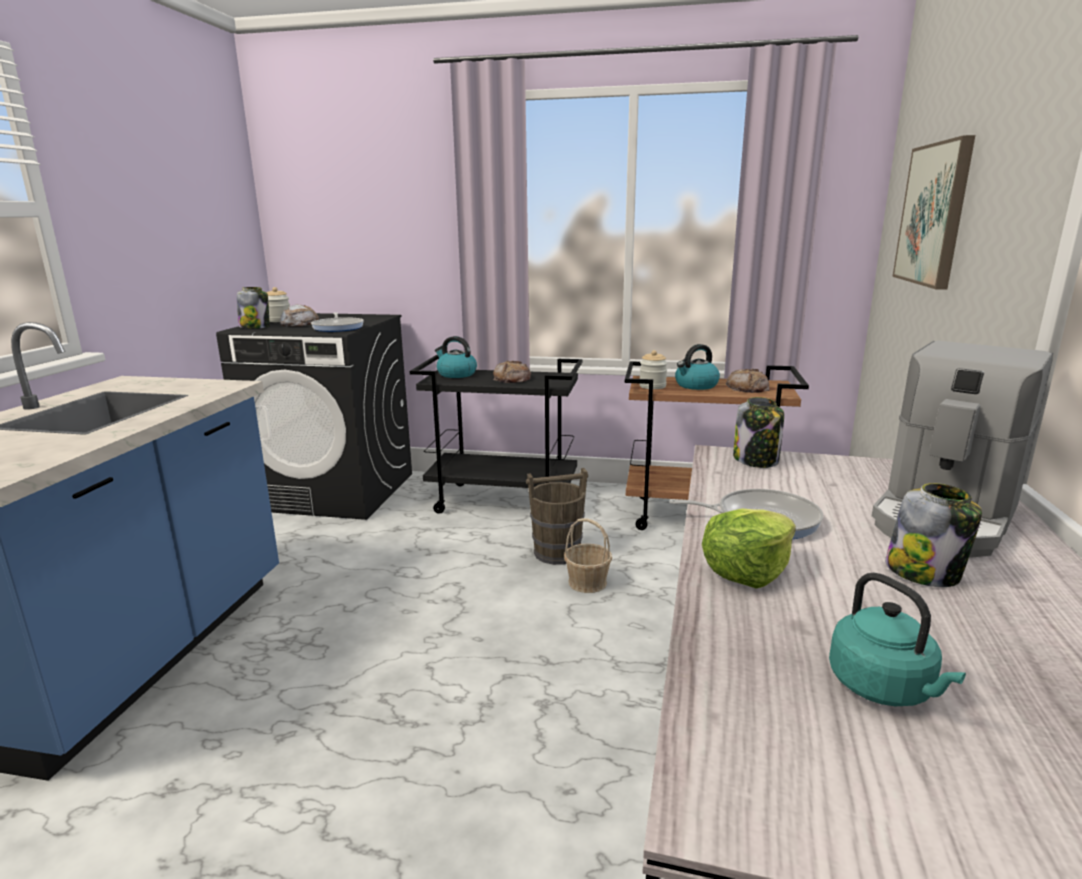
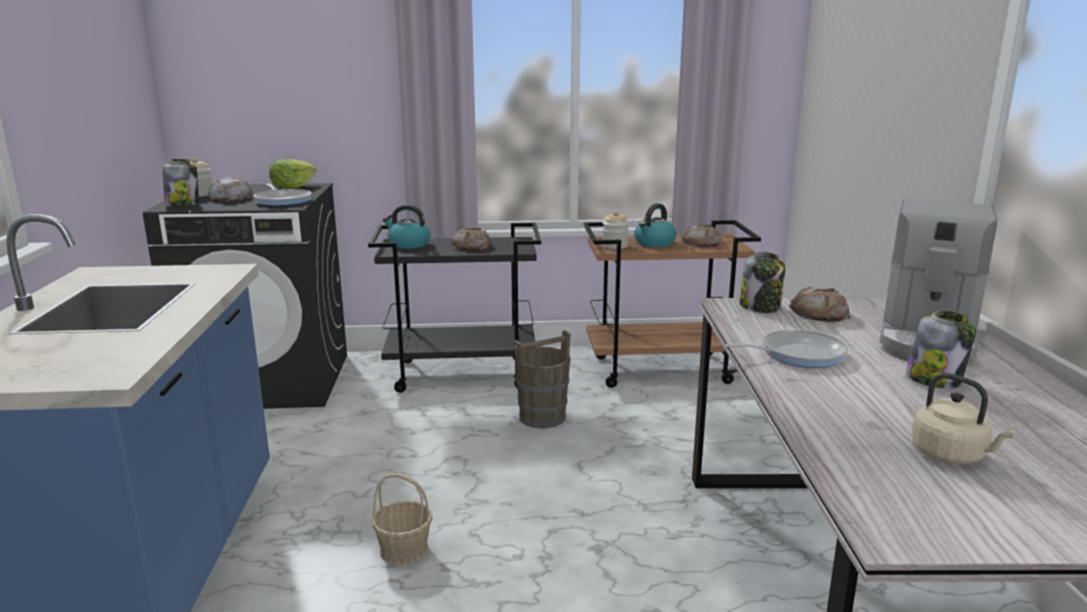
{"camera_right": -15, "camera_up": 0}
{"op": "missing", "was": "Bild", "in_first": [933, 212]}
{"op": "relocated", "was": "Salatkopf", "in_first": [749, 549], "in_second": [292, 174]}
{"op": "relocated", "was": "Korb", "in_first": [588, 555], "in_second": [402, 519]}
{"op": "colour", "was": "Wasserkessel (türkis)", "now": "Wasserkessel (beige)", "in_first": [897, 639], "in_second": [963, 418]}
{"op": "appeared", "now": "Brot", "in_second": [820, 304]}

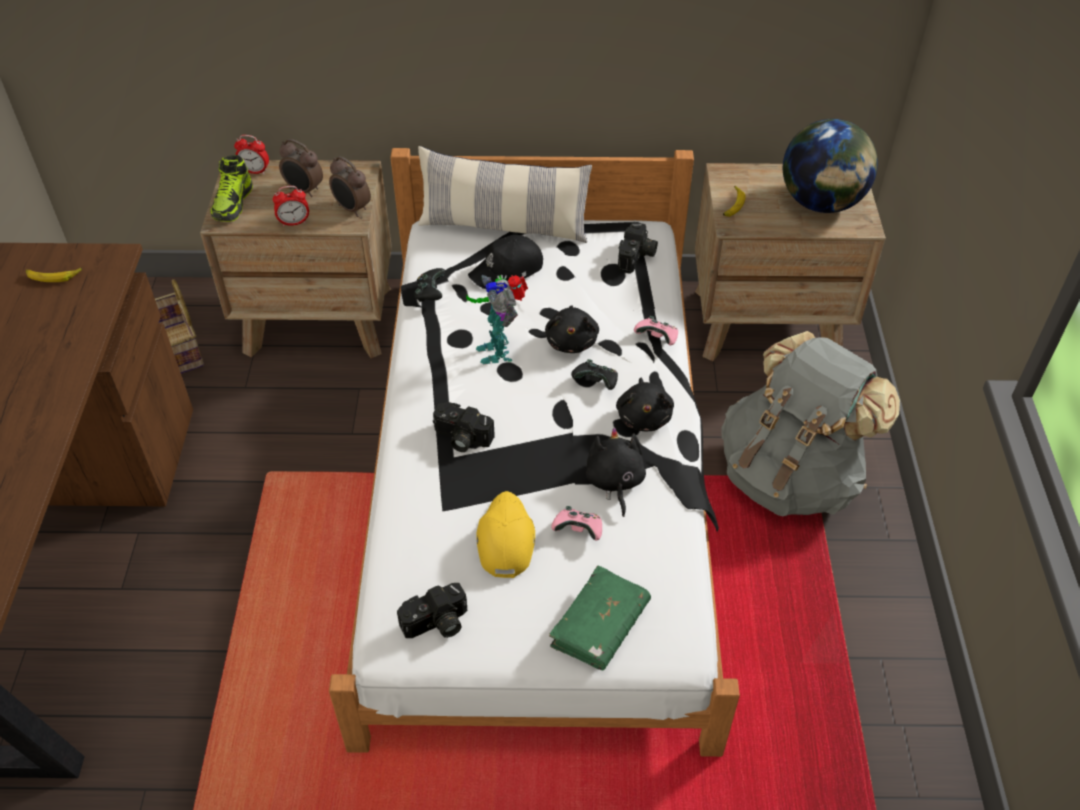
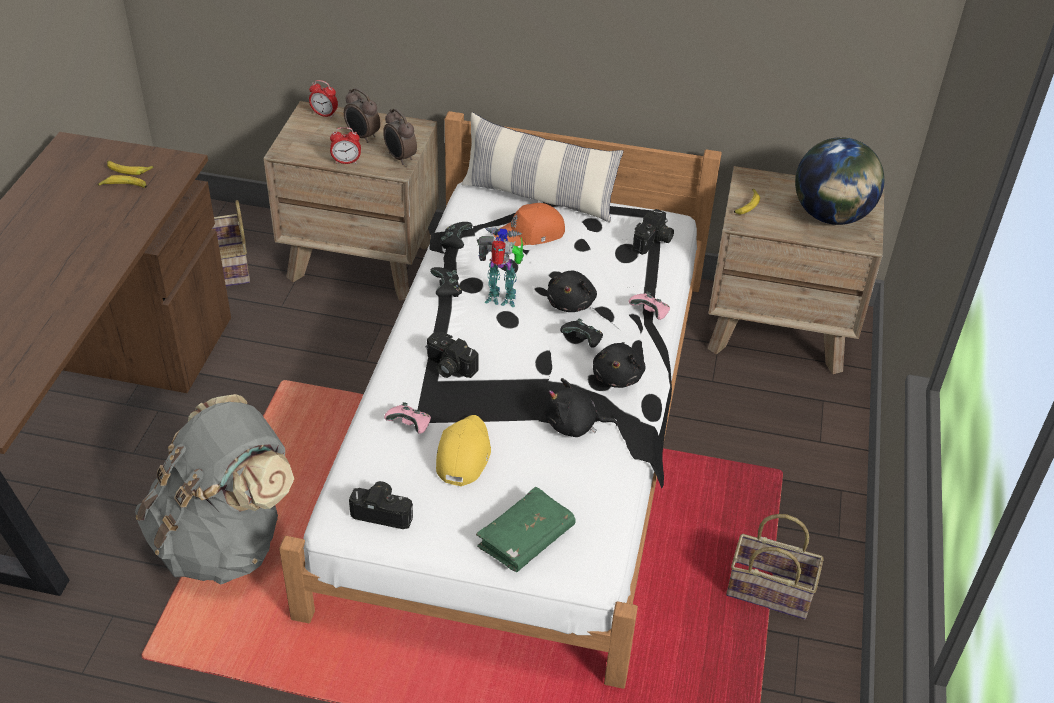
{"camera_right": 10, "camera_up": -5}
{"op": "missing", "was": "Schuh", "in_first": [231, 188]}
{"op": "colour", "was": "Kappe (schwarz)", "now": "Kappe (orange)", "in_first": [505, 262], "in_second": [529, 224]}
{"op": "spun", "was": "Spielzeugroboter", "in_first": [497, 319], "in_second": [501, 267], "clockwise": 105}
{"op": "relocated", "was": "Rucksack (grau)", "in_first": [810, 423], "in_second": [214, 489]}
{"op": "spun", "was": "Plüschtier (schwarz)", "in_first": [616, 472], "in_second": [581, 407], "clockwise": -90}
{"op": "relocated", "was": "Gamepad (rosa)", "in_first": [576, 523], "in_second": [407, 418]}
{"op": "spun", "was": "Kamera", "in_first": [432, 610], "in_second": [381, 505], "clockwise": -150}
{"op": "appeared", "now": "Banane", "in_second": [122, 181]}
{"op": "appeared", "now": "Gamepad (schwarz)", "in_second": [446, 282]}
{"op": "appeared", "now": "Korb", "in_second": [775, 566]}

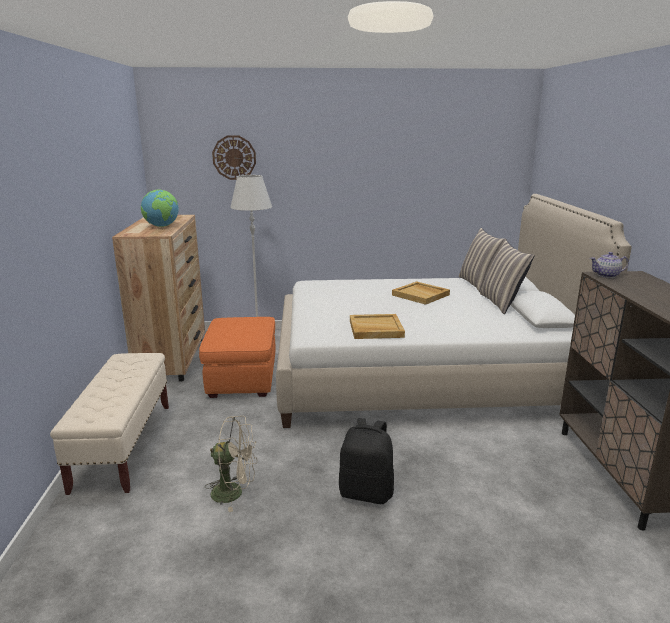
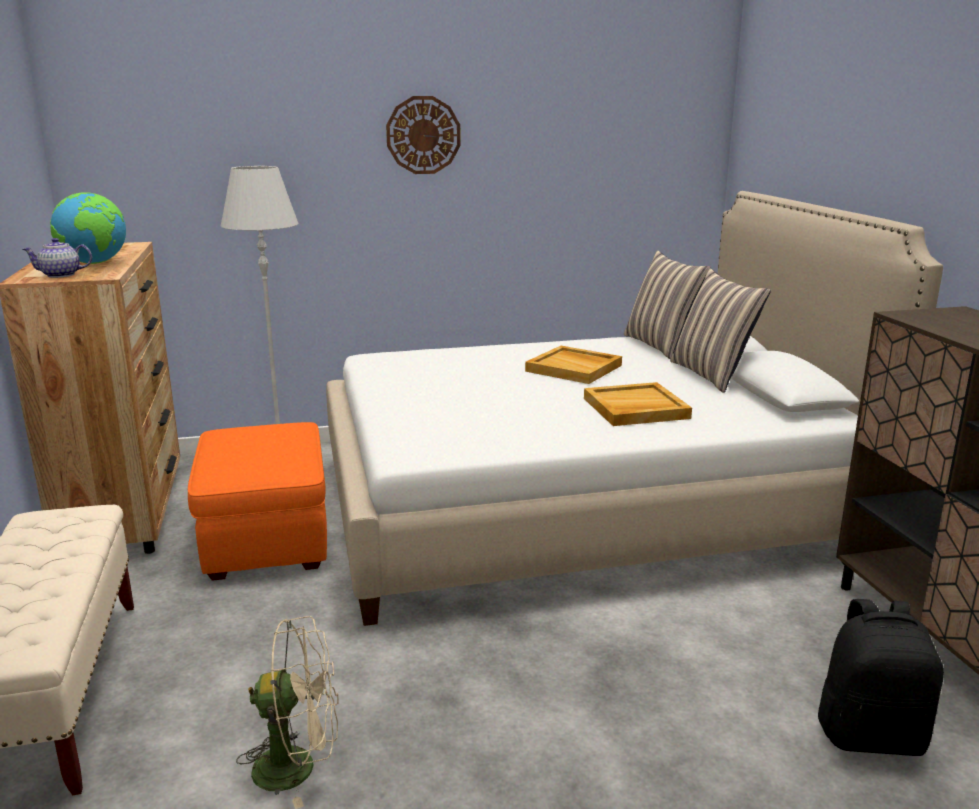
{"camera_right": -10, "camera_up": 0}
{"op": "relocated", "was": "Wanduhr", "in_first": [234, 157], "in_second": [423, 135]}
{"op": "relocated", "was": "Teekanne", "in_first": [609, 265], "in_second": [57, 258]}
{"op": "relocated", "was": "Tablett (beige)", "in_first": [377, 326], "in_second": [638, 404]}
{"op": "relocated", "was": "Rucksack (schwarz)", "in_first": [366, 461], "in_second": [881, 677]}

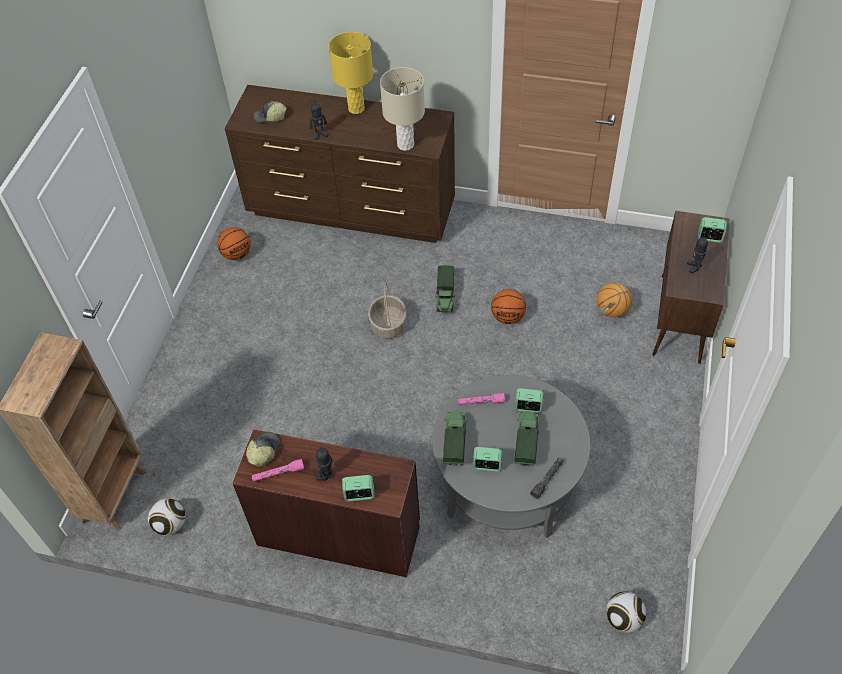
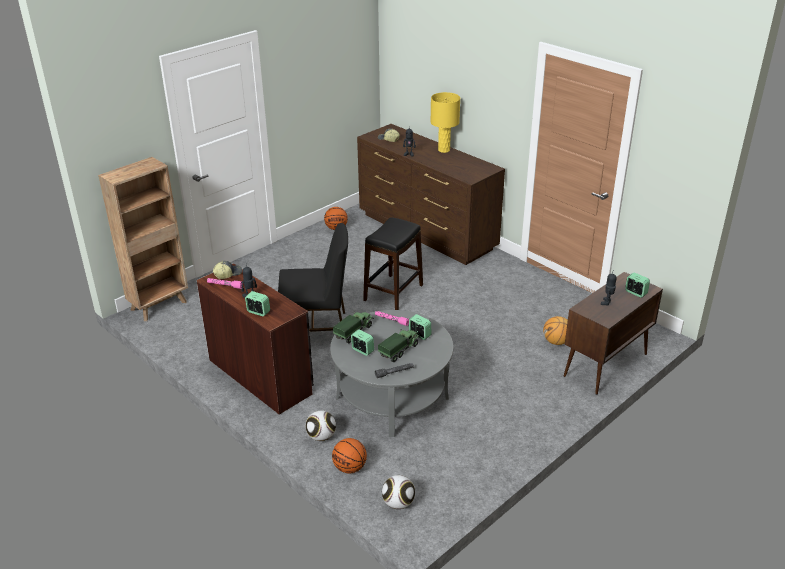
{"camera_right": 30, "camera_up": -20}
{"op": "missing", "was": "Tischlampe (beige)", "in_first": [402, 109]}
{"op": "missing", "was": "Spielzeuglaster", "in_first": [444, 288]}
{"op": "exchanged", "was": "Korb", "now": "Hocker (schwarz)", "in_first": [387, 311], "in_second": [393, 263]}
{"op": "relocated", "was": "Basketball", "in_first": [508, 306], "in_second": [349, 455]}
{"op": "relocated", "was": "Fußball", "in_first": [167, 517], "in_second": [321, 425]}
{"op": "appeared", "now": "Stuhl (schwarz)", "in_second": [313, 277]}

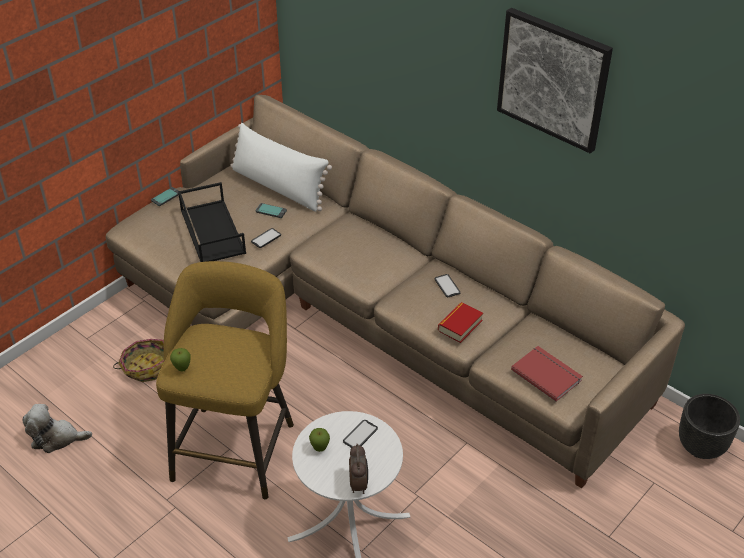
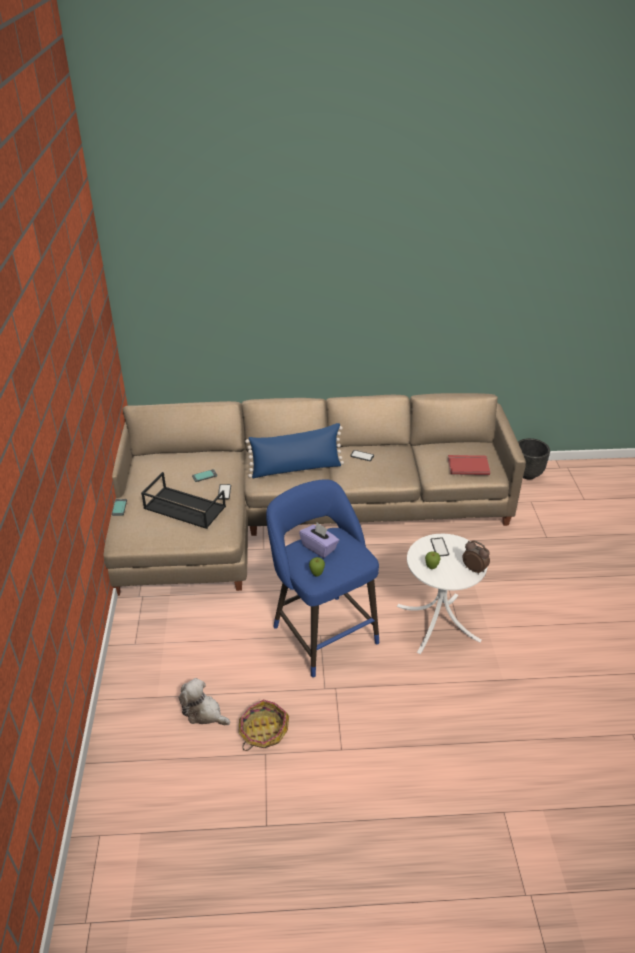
{"camera_right": -45, "camera_up": -5}
{"op": "missing", "was": "Bild", "in_first": [555, 80]}
{"op": "missing", "was": "Kissen (weiß)", "in_first": [281, 167]}
{"op": "colour", "was": "Hocker (gelb)", "now": "Hocker (blau)", "in_first": [225, 380], "in_second": [322, 578]}
{"op": "missing", "was": "Buch", "in_first": [460, 322]}
{"op": "relocated", "was": "Korb", "in_first": [138, 360], "in_second": [263, 725]}
{"op": "spun", "was": "Plüschtier", "in_first": [57, 428], "in_second": [204, 701], "clockwise": 75}
{"op": "appeared", "now": "Kissen (blau)", "in_second": [294, 450]}
{"op": "appeared", "now": "Taschentuchbox (lila)", "in_second": [319, 540]}

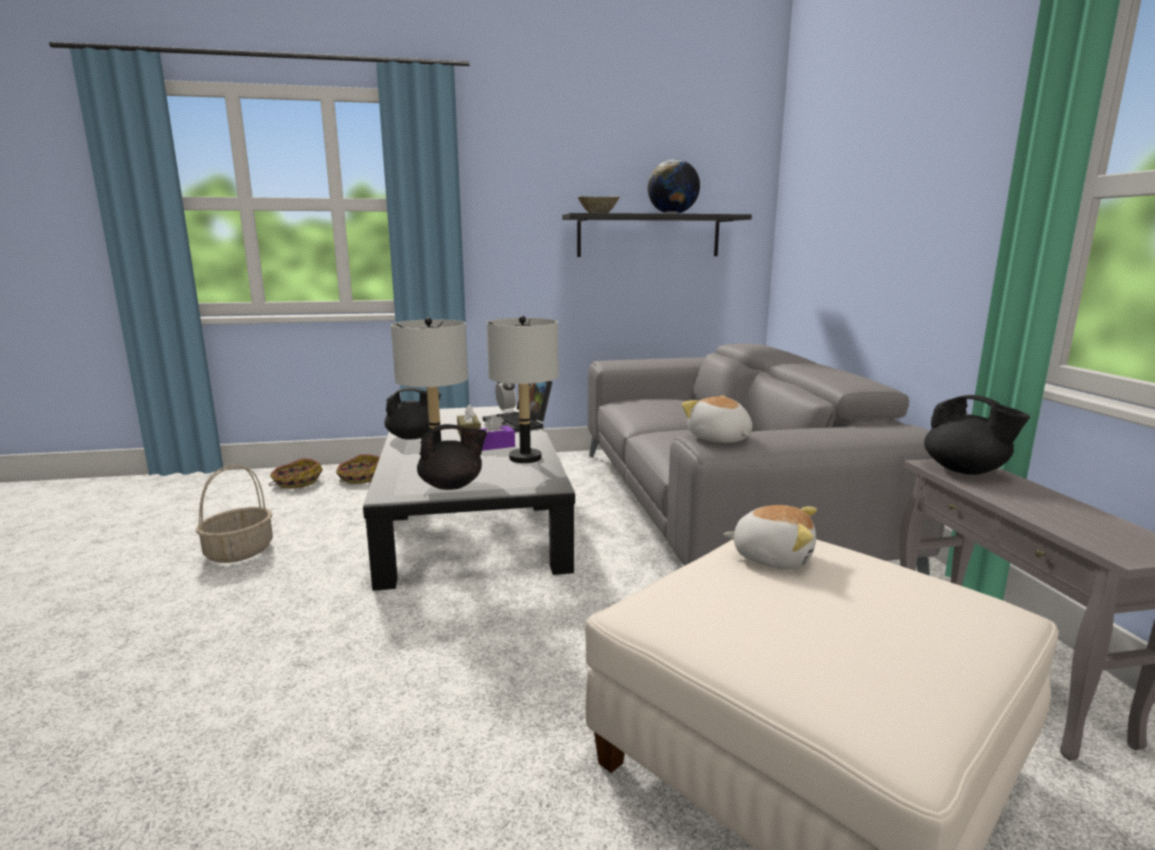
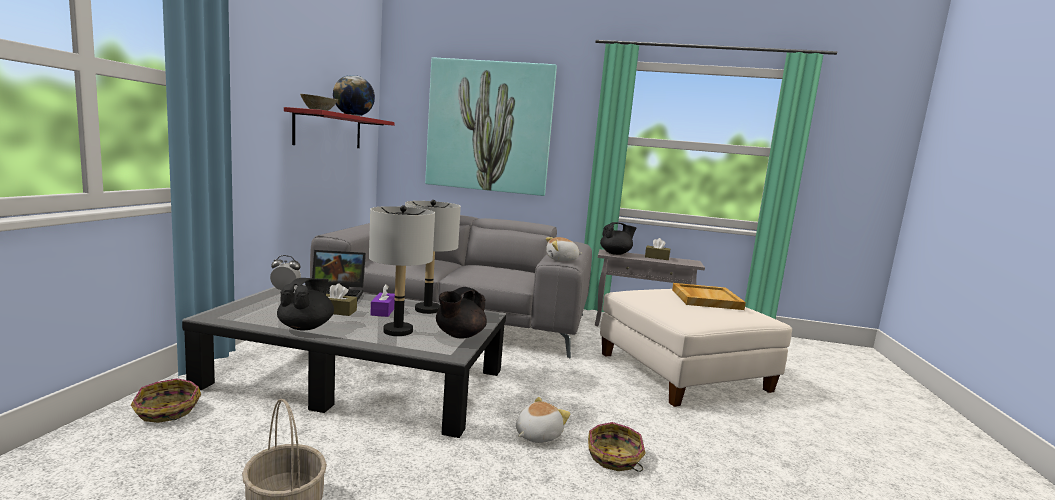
{"camera_right": -70, "camera_up": -5}
{"op": "colour", "was": "Wandregal (schwarz)", "now": "Wandregal (rot)", "in_first": [657, 235], "in_second": [339, 127]}
{"op": "spun", "was": "Teekanne (schwarz)", "in_first": [452, 457], "in_second": [461, 313], "clockwise": -150}
{"op": "relocated", "was": "Korb", "in_first": [296, 473], "in_second": [617, 447]}
{"op": "relocated", "was": "Plüschtier", "in_first": [770, 537], "in_second": [543, 420]}
{"op": "appeared", "now": "Bild", "in_second": [491, 126]}
{"op": "appeared", "now": "Taschentuchbox (braun)", "in_second": [657, 249]}
{"op": "appeared", "now": "Tablett (beige)", "in_second": [709, 296]}

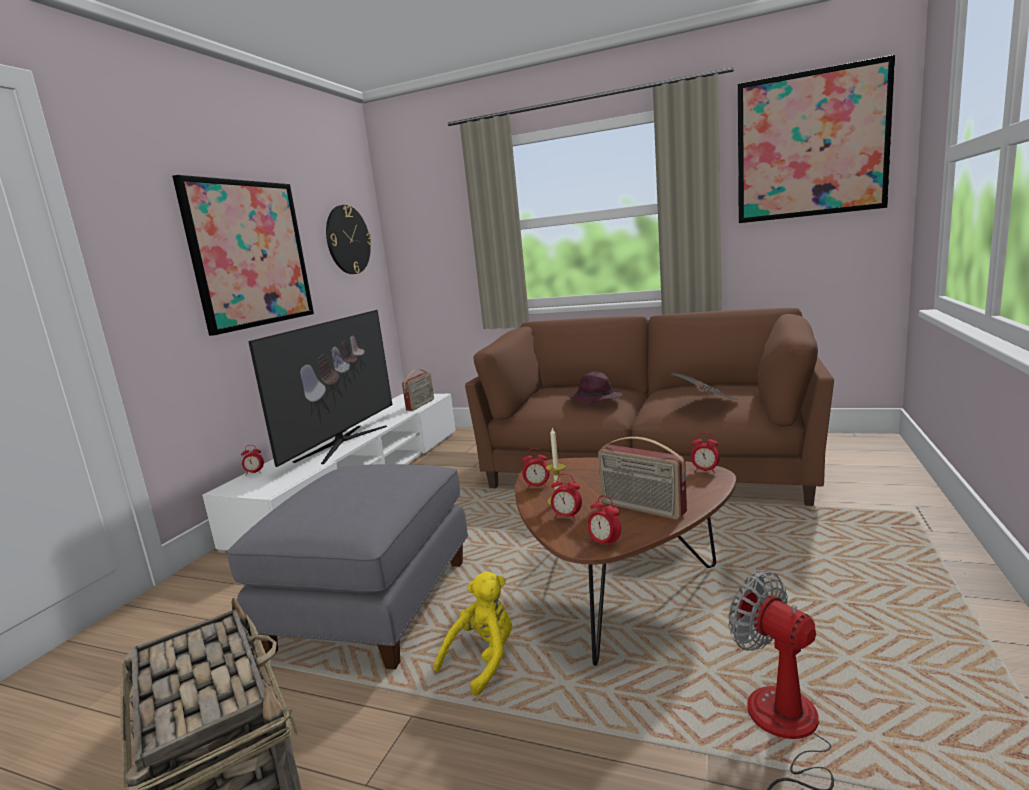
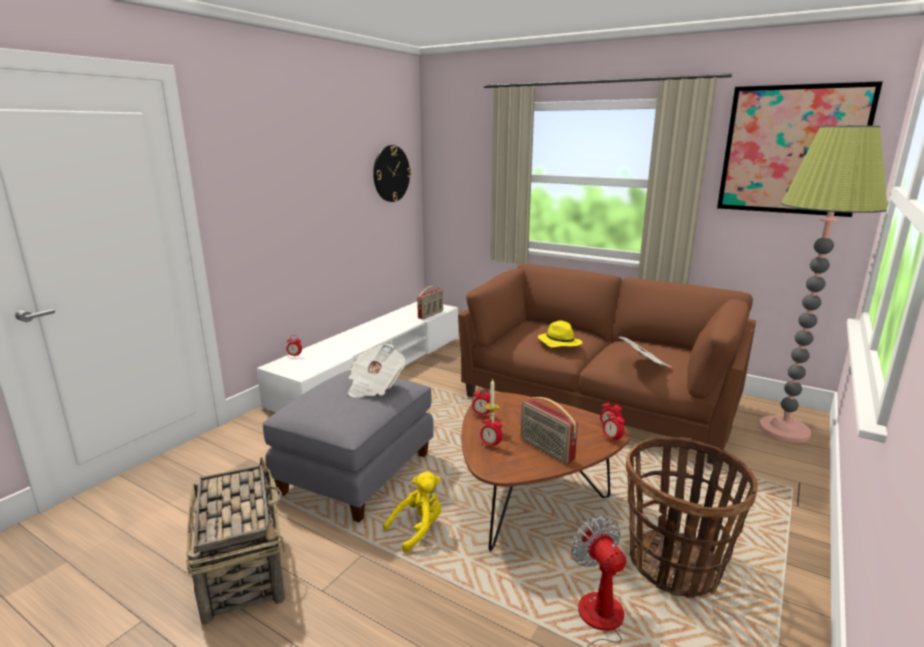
{"camera_right": 10, "camera_up": 5}
{"op": "missing", "was": "Bild", "in_first": [243, 255]}
{"op": "missing", "was": "Fernseher", "in_first": [320, 388]}
{"op": "colour", "was": "Hut (lila)", "now": "Hut (gelb)", "in_first": [596, 388], "in_second": [560, 333]}
{"op": "relocated", "was": "Wecker", "in_first": [604, 523], "in_second": [614, 426]}
{"op": "appeared", "now": "Stehlampe", "in_second": [822, 283]}
{"op": "appeared", "now": "Zeitung", "in_second": [377, 370]}
{"op": "appeared", "now": "Korb", "in_second": [692, 517]}

